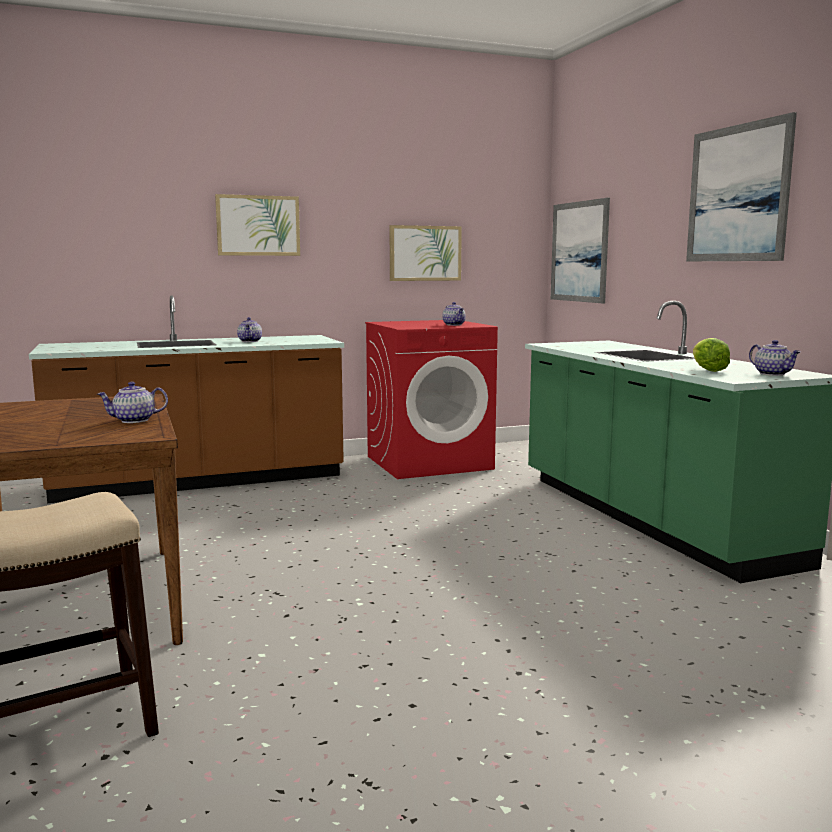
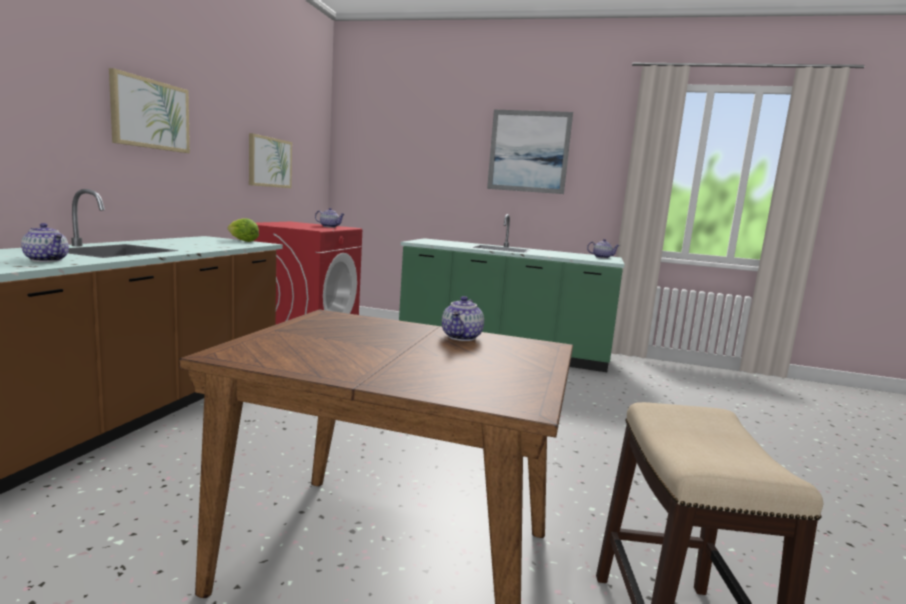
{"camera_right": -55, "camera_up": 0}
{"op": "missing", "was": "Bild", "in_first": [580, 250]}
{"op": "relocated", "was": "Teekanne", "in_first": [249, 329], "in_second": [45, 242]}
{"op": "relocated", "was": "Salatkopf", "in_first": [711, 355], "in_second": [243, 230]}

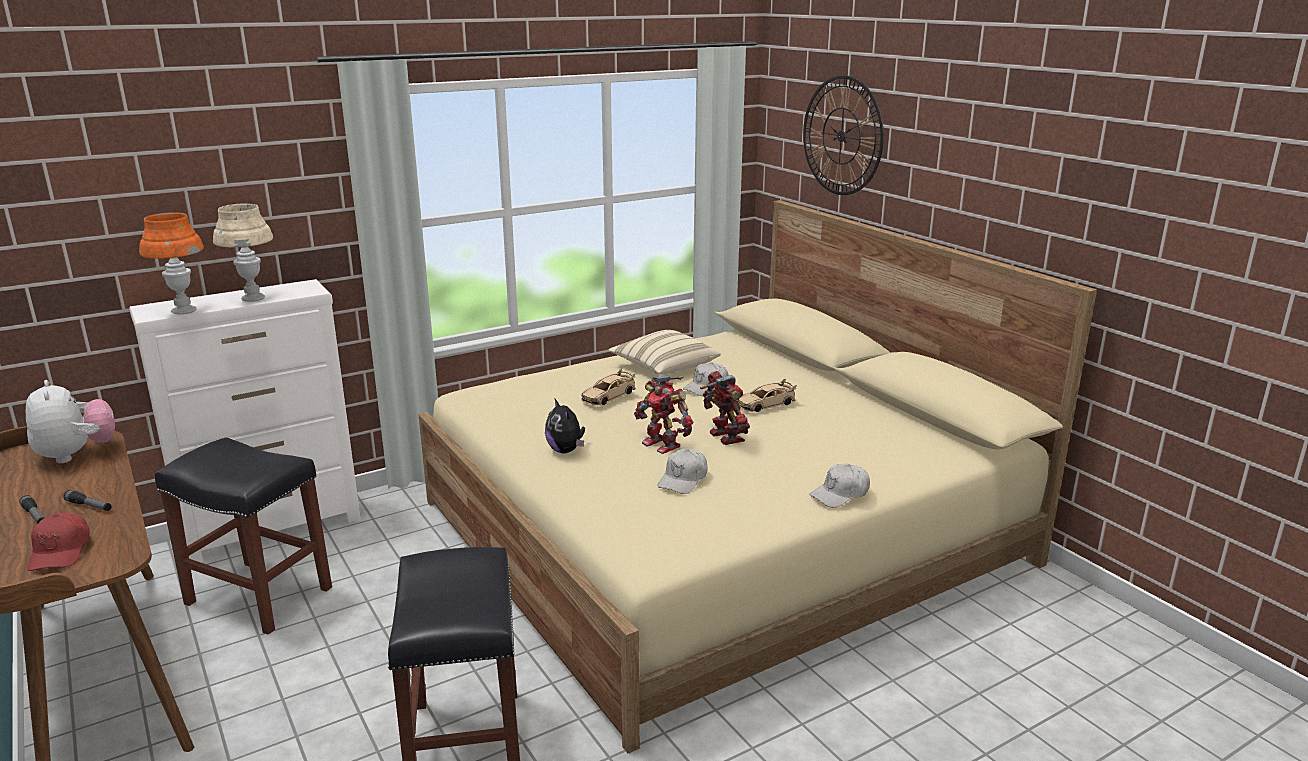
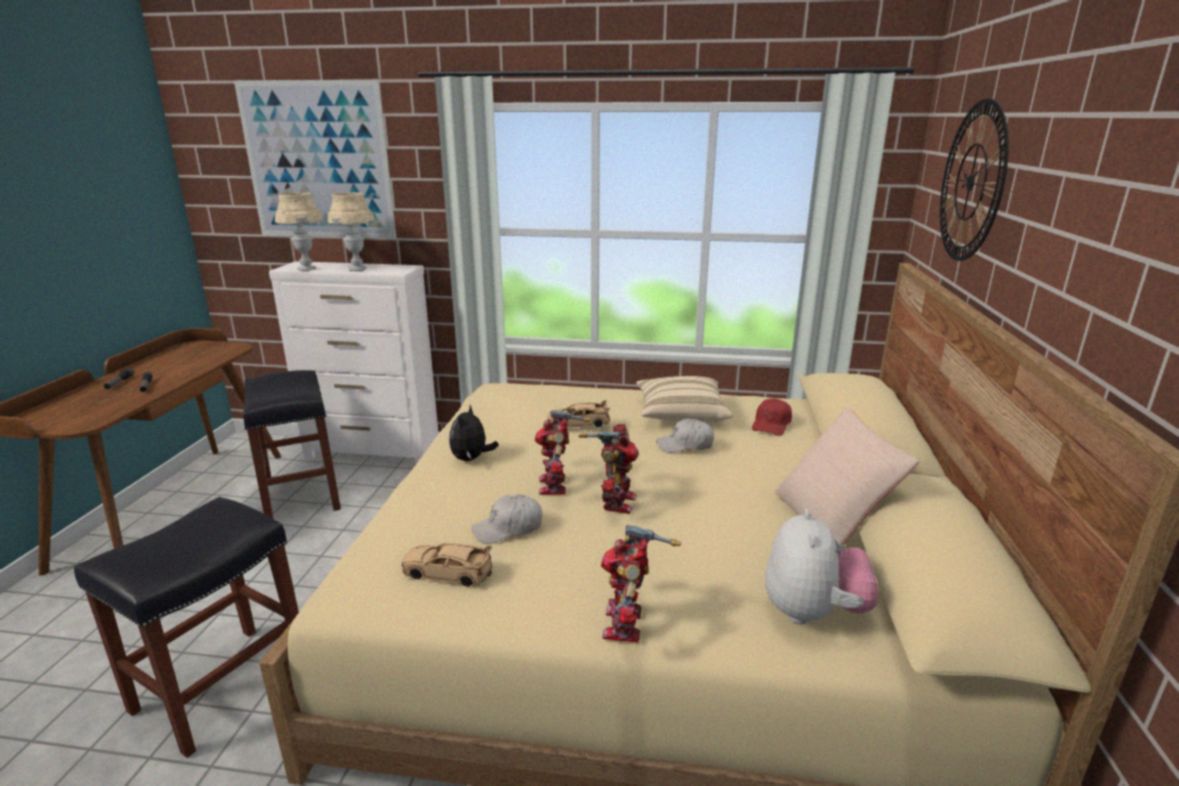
{"camera_right": 40, "camera_up": 0}
{"op": "colour", "was": "Tischlampe (orange)", "now": "Tischlampe (beige)", "in_first": [171, 263], "in_second": [299, 231]}
{"op": "relocated", "was": "Spielzeugauto (beige)", "in_first": [767, 395], "in_second": [447, 565]}
{"op": "relocated", "was": "Plüschtier", "in_first": [70, 421], "in_second": [821, 567]}
{"op": "exchanged", "was": "Kappe (weiß)", "now": "Spielzeugroboter", "in_first": [839, 485], "in_second": [641, 583]}
{"op": "relocated", "was": "Kappe (rot)", "in_first": [58, 542], "in_second": [772, 417]}
{"op": "appeared", "now": "Bild", "in_second": [315, 159]}
{"op": "appeared", "now": "Kissen (beige)", "in_second": [847, 476]}

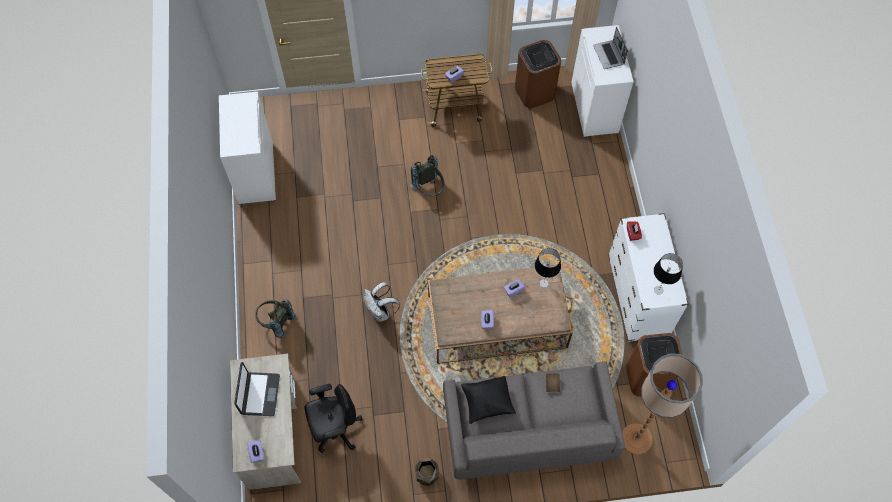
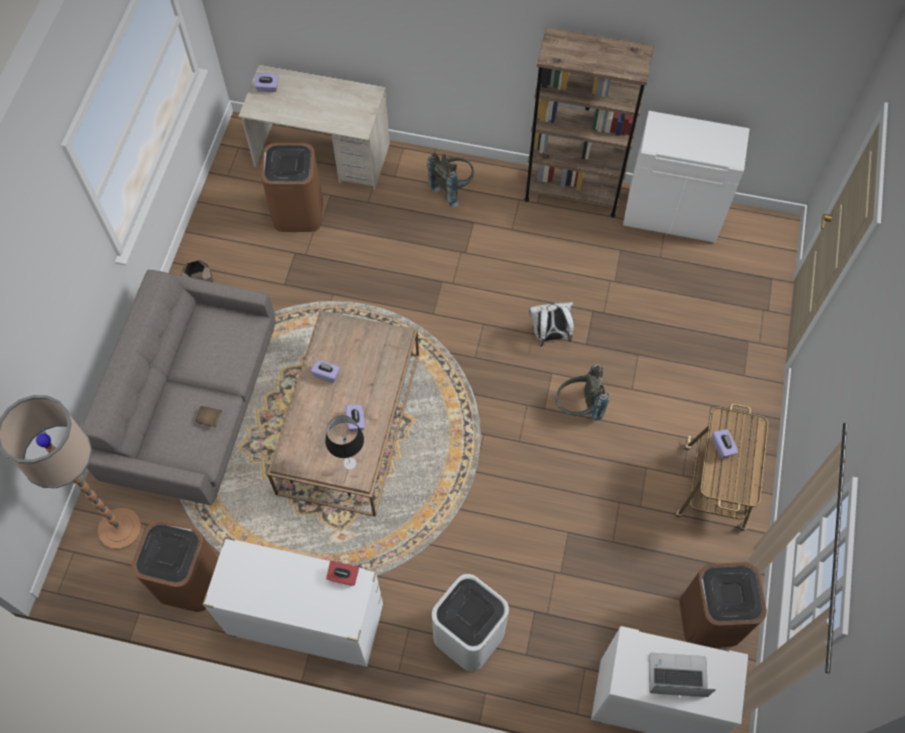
{"camera_right": 110, "camera_up": 0}
{"op": "missing", "was": "Tischlampe", "in_first": [668, 274]}
{"op": "relocated", "was": "Rucksack (weiß)", "in_first": [382, 302], "in_second": [551, 324]}
{"op": "missing", "was": "Laptop", "in_first": [257, 389]}
{"op": "missing", "was": "Kissen (schwarz)", "in_first": [488, 400]}
{"op": "exchanged", "was": "Bürostuhl (schwarz)", "now": "Mülleimer (braun)", "in_first": [333, 418], "in_second": [292, 187]}
{"op": "appeared", "now": "Bücherregal (braun)", "in_second": [589, 122]}
{"op": "appeared", "now": "Mülleimer (weiß)", "in_second": [470, 623]}

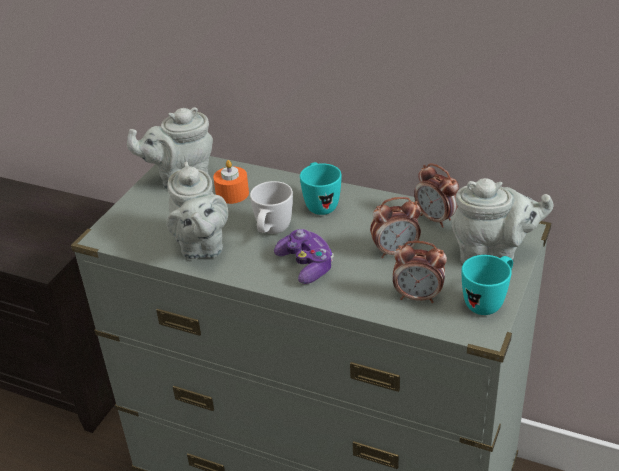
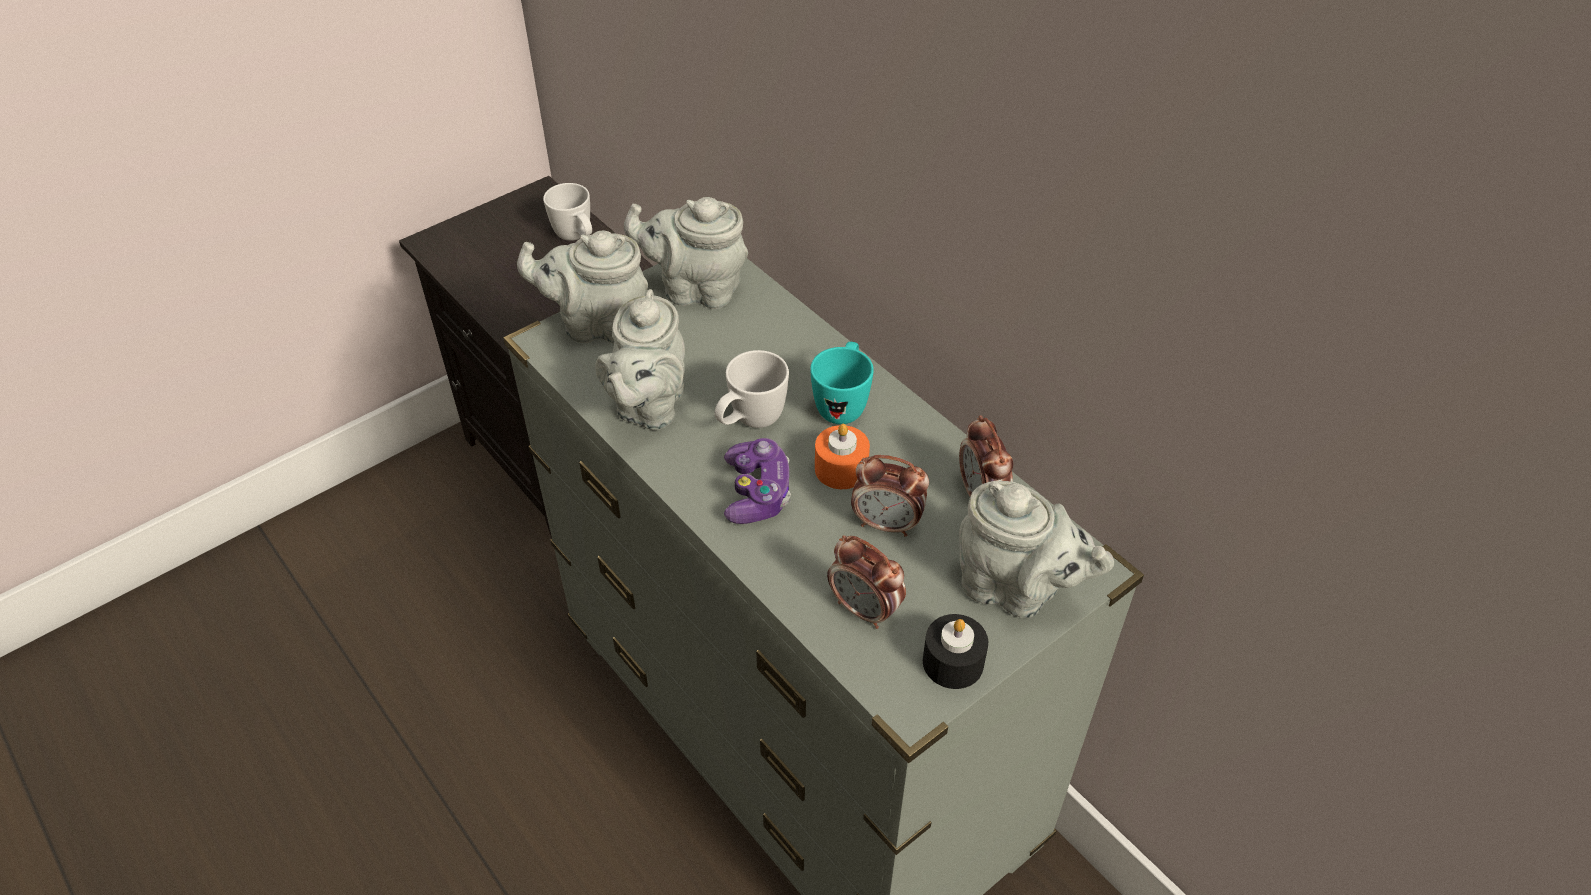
{"camera_right": 25, "camera_up": 10}
{"op": "relocated", "was": "Kerze (orange)", "in_first": [231, 182], "in_second": [842, 456]}
{"op": "exchanged", "was": "Henkelbecher (türkis)", "now": "Kerze (schwarz)", "in_first": [487, 285], "in_second": [955, 651]}
{"op": "appeared", "now": "Henkelbecher (weiß)", "in_second": [567, 212]}
{"op": "appeared", "now": "Teekanne (grau)", "in_second": [582, 286]}

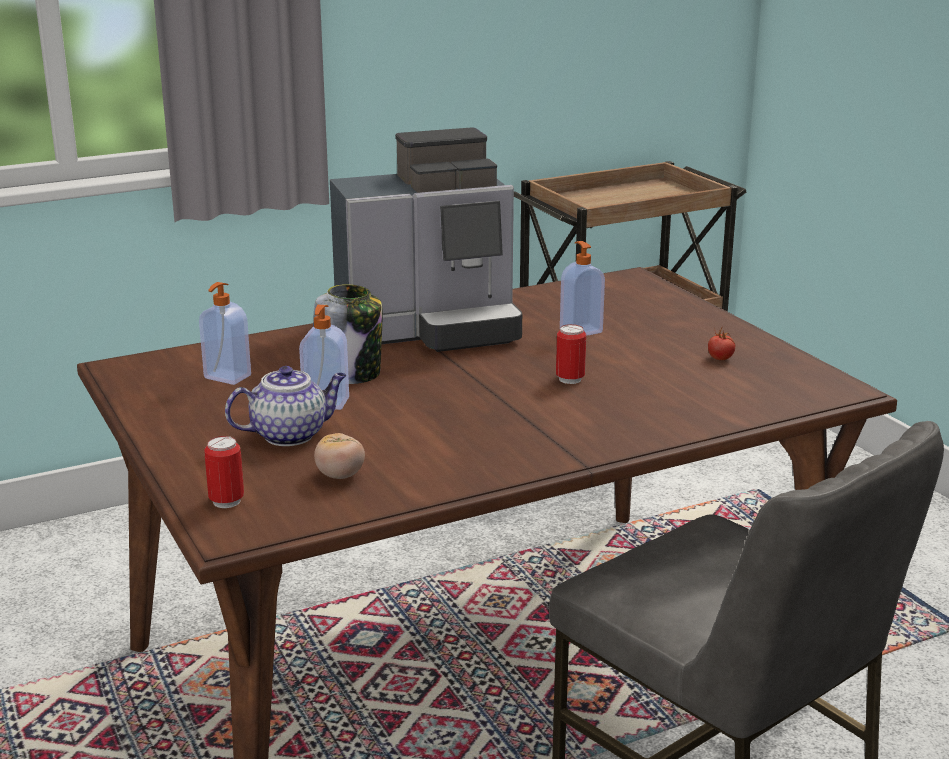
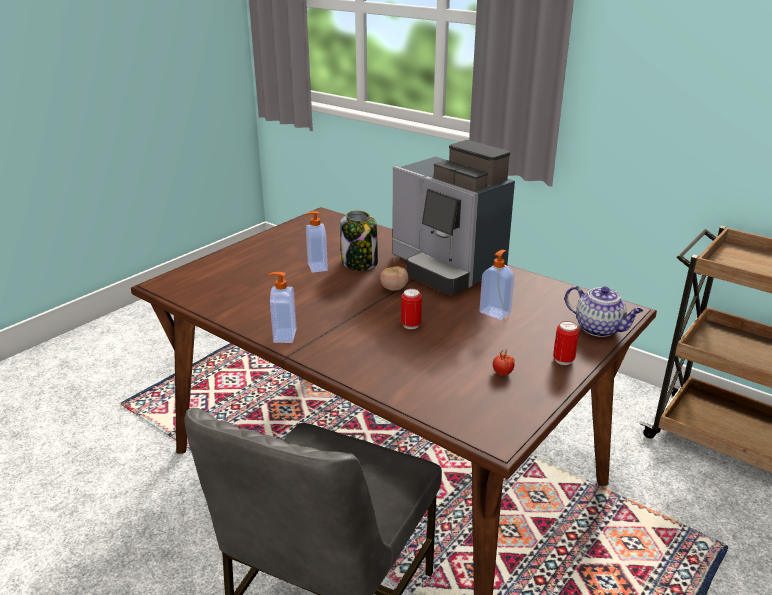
{"camera_right": 65, "camera_up": 5}
{"op": "relocated", "was": "Seifenspender", "in_first": [225, 333], "in_second": [282, 307]}
{"op": "relocated", "was": "Teekanne", "in_first": [286, 406], "in_second": [604, 311]}
{"op": "relocated", "was": "Tomate", "in_first": [339, 456], "in_second": [394, 278]}
{"op": "relocated", "was": "Dose", "in_first": [224, 472], "in_second": [566, 343]}

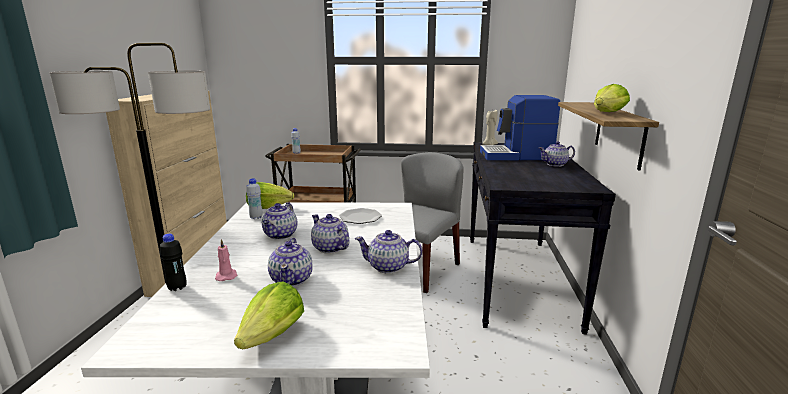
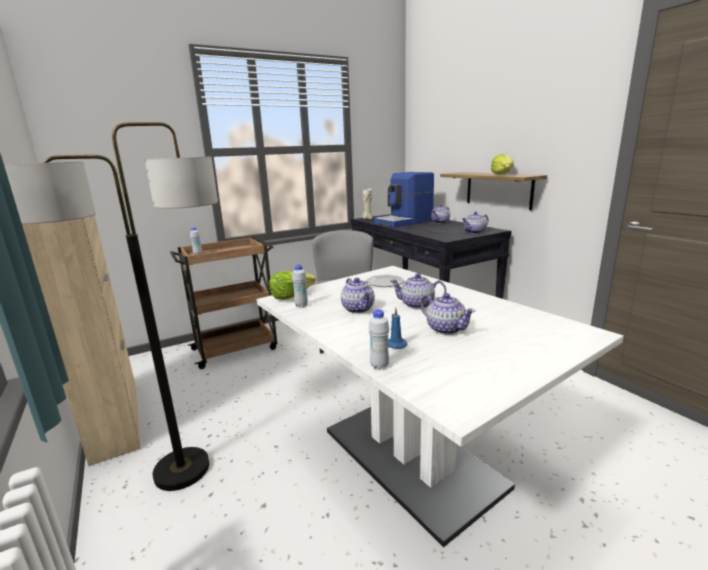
{"camera_right": -35, "camera_up": 0}
{"op": "relocated", "was": "Teekanne", "in_first": [388, 252], "in_second": [475, 223]}
{"op": "colour", "was": "Flasche (schwarz)", "now": "Flasche (weiß)", "in_first": [173, 262], "in_second": [379, 339]}
{"op": "colour", "was": "Kerze (rosa)", "now": "Kerze (blau)", "in_first": [226, 260], "in_second": [398, 328]}
{"op": "missing", "was": "Salatkopf", "in_first": [269, 315]}

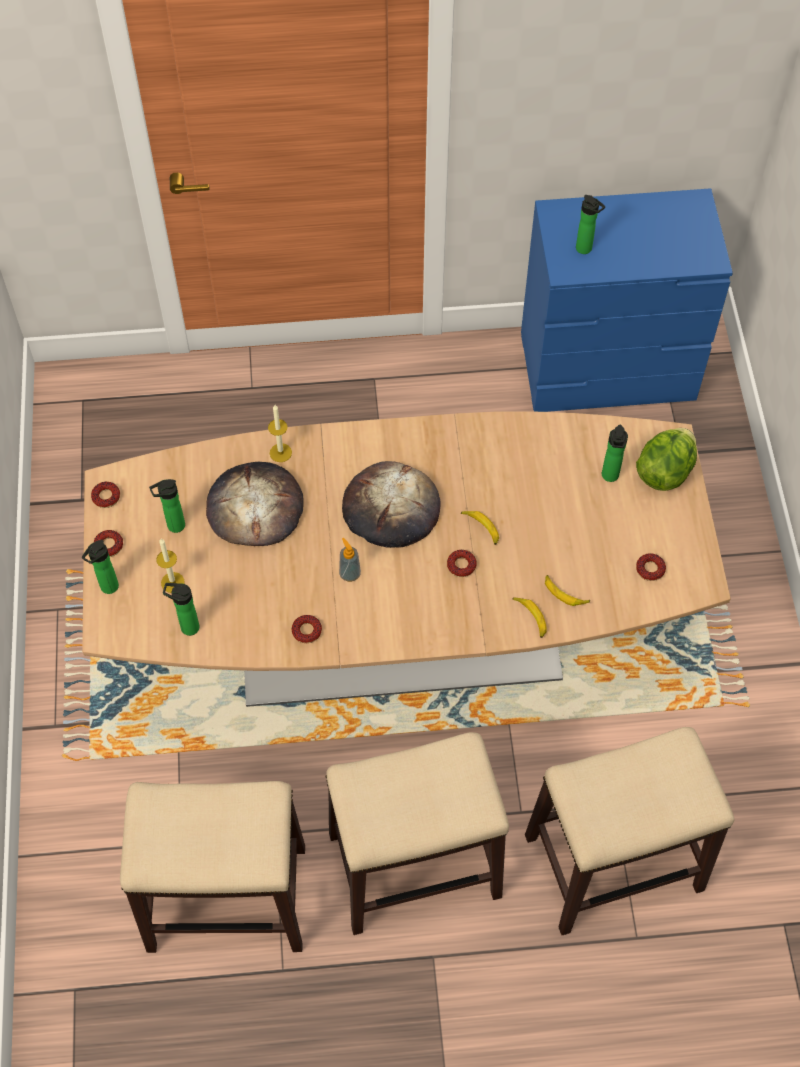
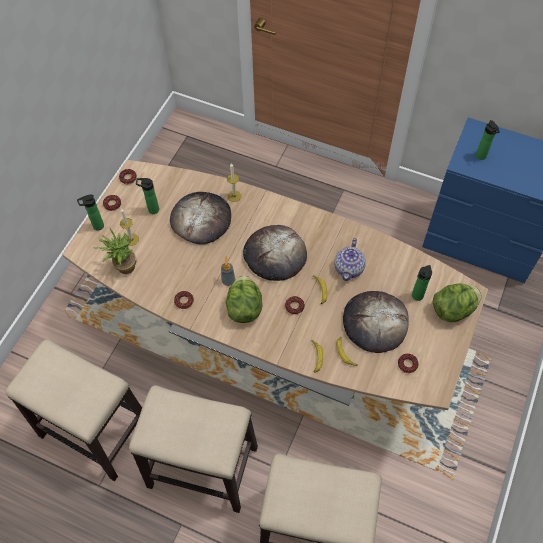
{"camera_right": 30, "camera_up": 0}
{"op": "exchanged", "was": "Flasche", "now": "Topfpflanze", "in_first": [181, 609], "in_second": [115, 251]}
{"op": "appeared", "now": "Teekanne", "in_second": [350, 259]}
{"op": "appeared", "now": "Salatkopf", "in_second": [244, 299]}
{"op": "appeared", "now": "Brot", "in_second": [376, 322]}

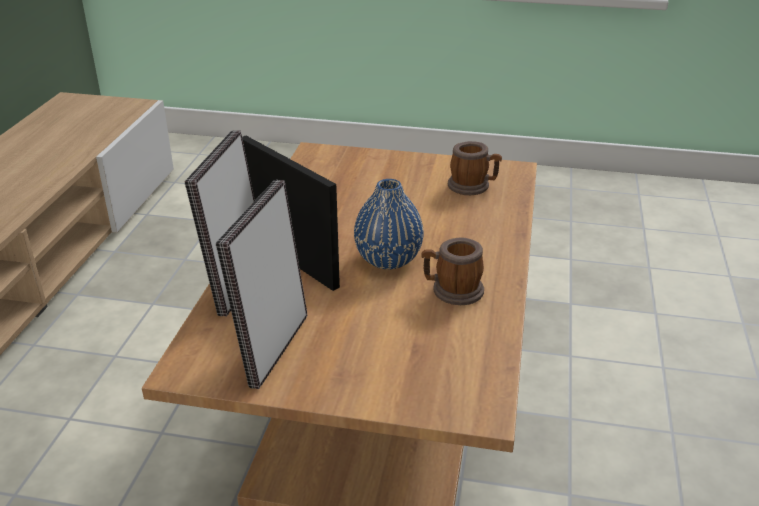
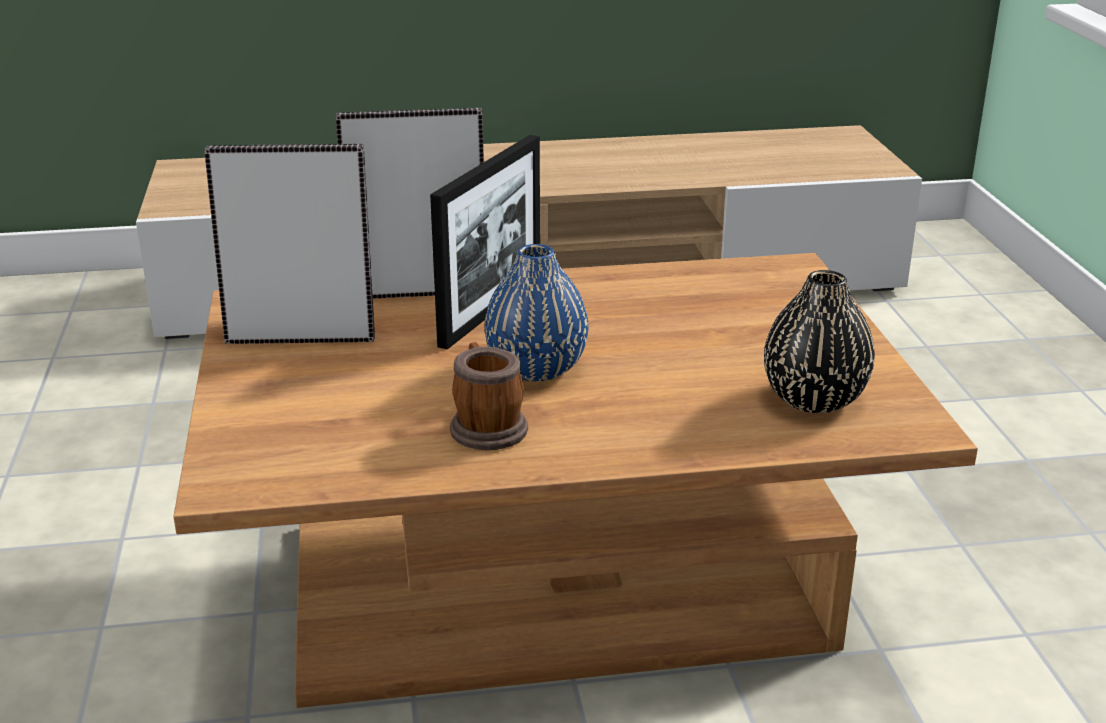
{"camera_right": 70, "camera_up": -5}
{"op": "exchanged", "was": "Henkelbecher", "now": "Vase (schwarz)", "in_first": [475, 168], "in_second": [819, 341]}

